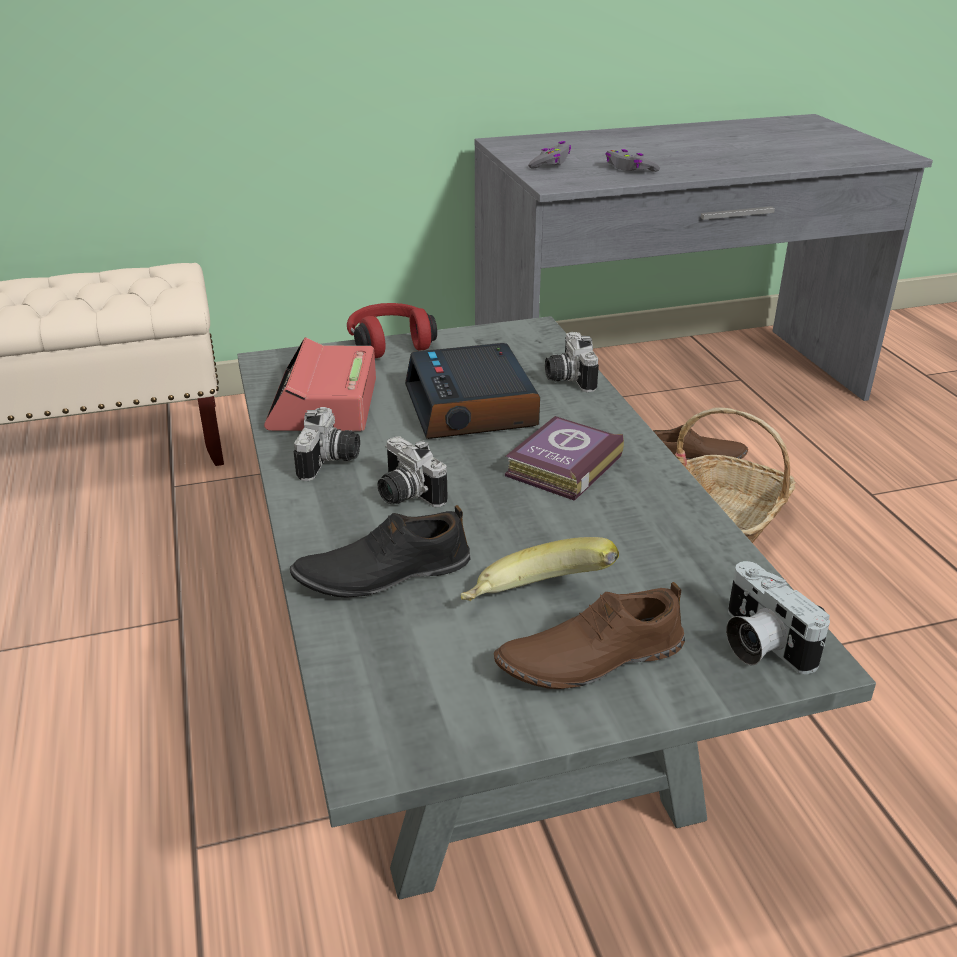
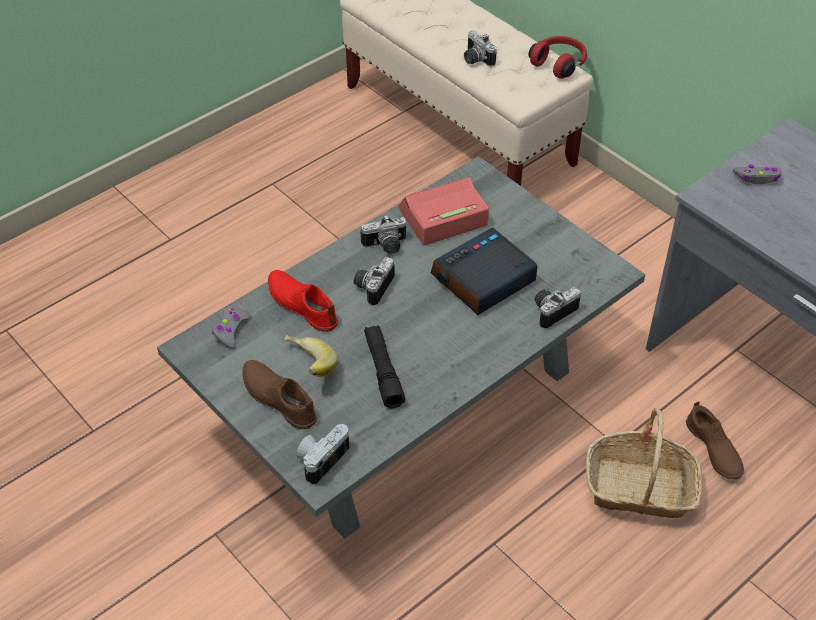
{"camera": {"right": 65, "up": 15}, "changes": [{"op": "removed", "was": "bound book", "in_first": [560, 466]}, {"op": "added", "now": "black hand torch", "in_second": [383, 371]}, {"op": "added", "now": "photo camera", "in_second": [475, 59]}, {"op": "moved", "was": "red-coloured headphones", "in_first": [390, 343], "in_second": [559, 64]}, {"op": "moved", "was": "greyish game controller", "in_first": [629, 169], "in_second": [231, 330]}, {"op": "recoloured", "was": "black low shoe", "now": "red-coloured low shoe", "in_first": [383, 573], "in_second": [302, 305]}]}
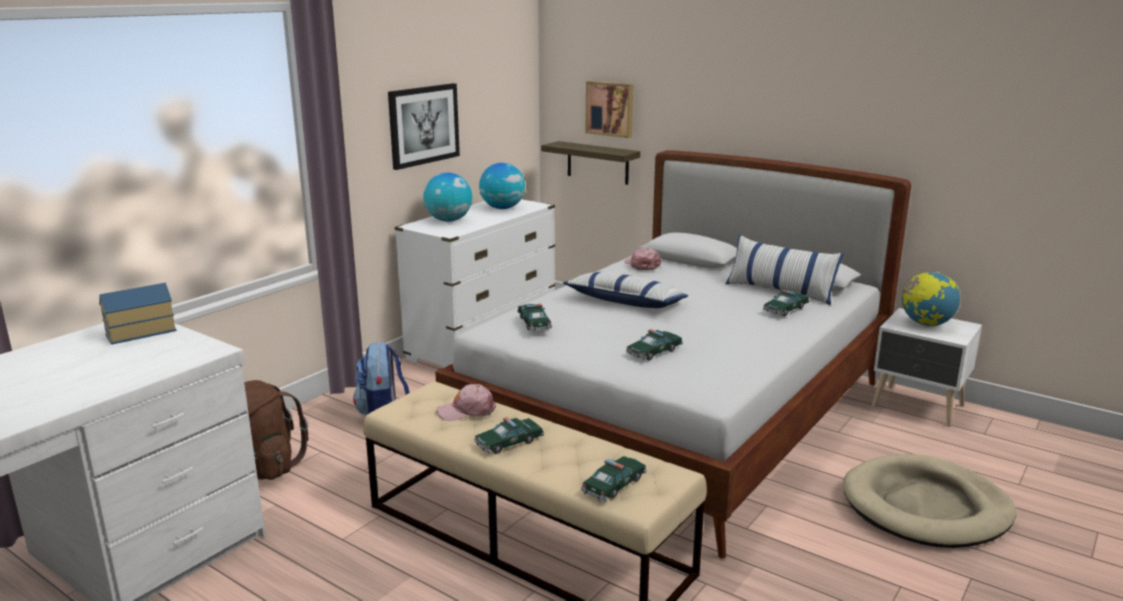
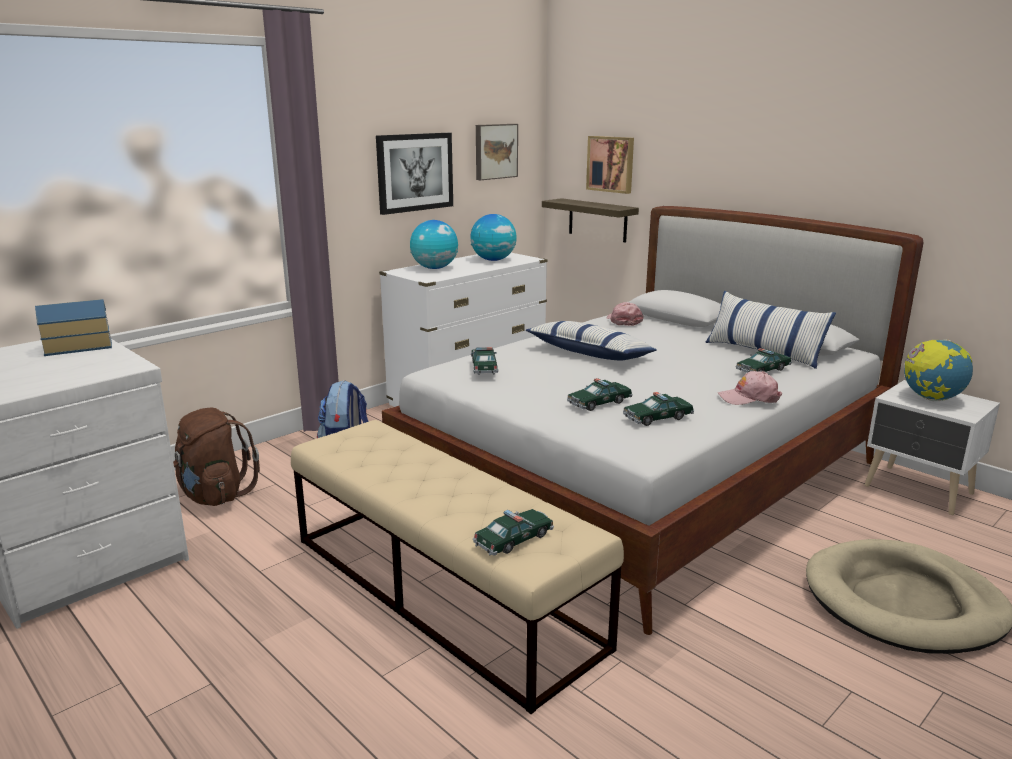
{"camera": {"right": 10, "up": 0}, "changes": [{"op": "added", "now": "picture", "in_second": [495, 151]}, {"op": "moved", "was": "pink-coloured peaked cap", "in_first": [467, 411], "in_second": [749, 398]}, {"op": "moved", "was": "miniature car", "in_first": [509, 443], "in_second": [657, 418]}]}
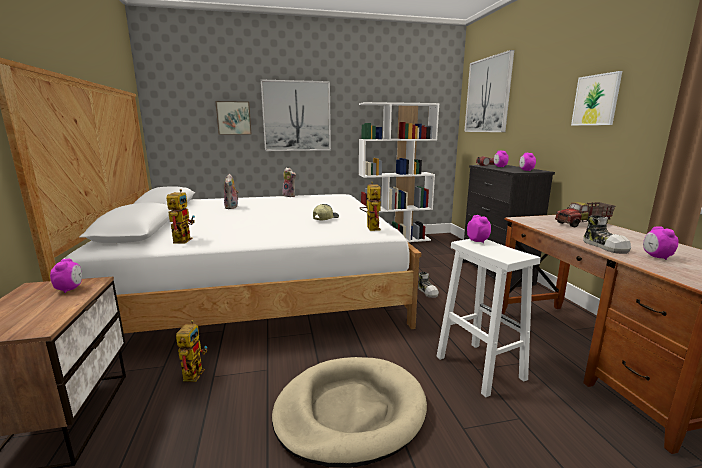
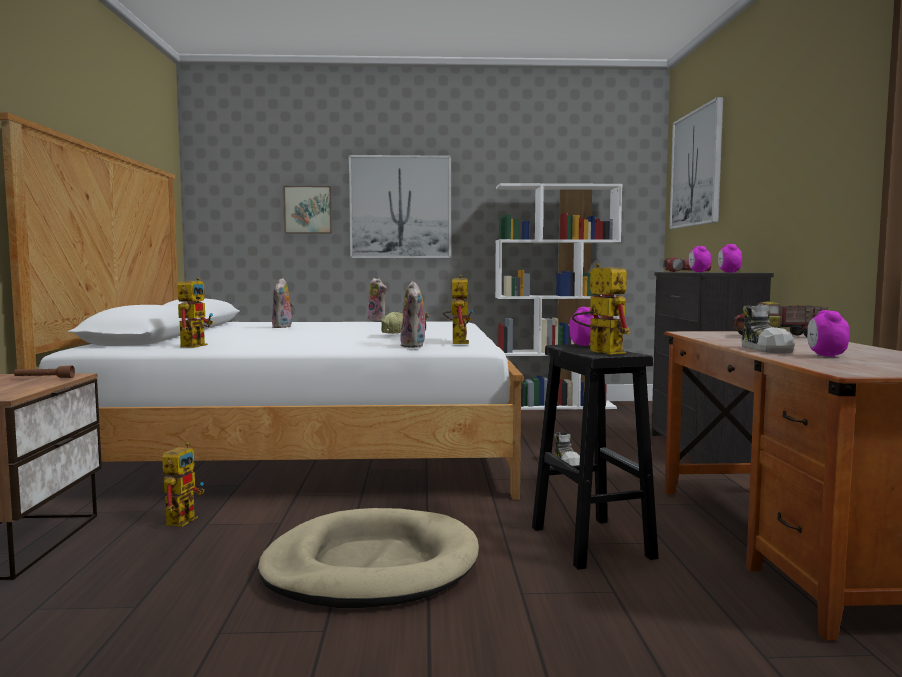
{"camera": {"right": 10, "up": -10}, "changes": [{"op": "removed", "was": "picture", "in_first": [596, 100]}, {"op": "added", "now": "plush toy", "in_second": [415, 346]}, {"op": "added", "now": "toy robot", "in_second": [599, 351]}, {"op": "replaced", "was": "bedside clock", "now": "brown hand torch", "in_first": [70, 289], "in_second": [44, 378]}, {"op": "recoloured", "was": "white-coloured sitting stool", "now": "black sitting stool", "in_first": [478, 367], "in_second": [590, 541]}]}
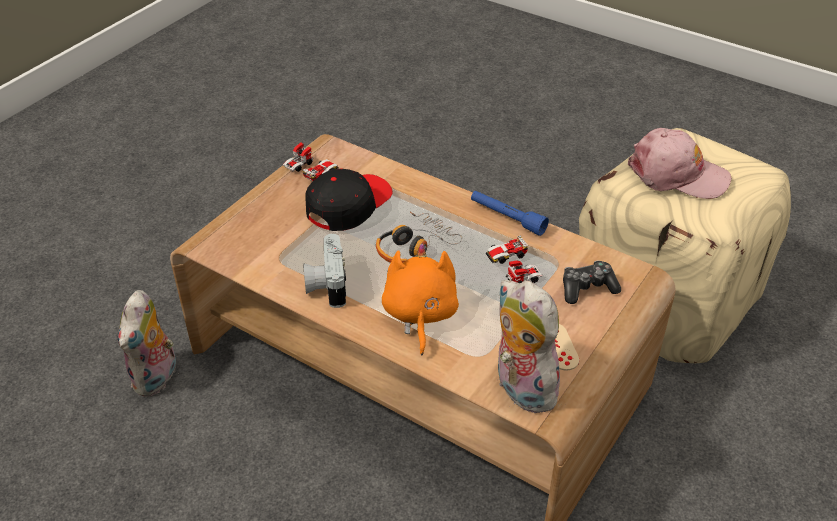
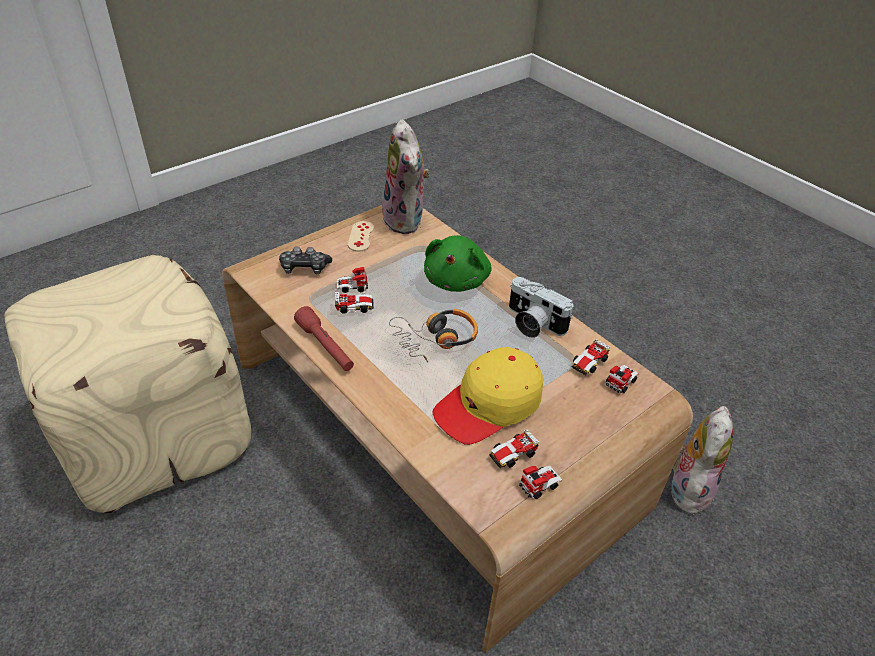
{"camera": {"right": -165, "up": 0}, "changes": [{"op": "removed", "was": "pink-coloured peaked cap", "in_first": [677, 174]}, {"op": "added", "now": "miniature car", "in_second": [603, 373]}, {"op": "recoloured", "was": "black peaked cap", "now": "yellowish peaked cap", "in_first": [348, 205], "in_second": [489, 405]}, {"op": "recoloured", "was": "orange plush toy", "now": "greenish plush toy", "in_first": [419, 315], "in_second": [457, 280]}, {"op": "recoloured", "was": "bluish hand torch", "now": "red-coloured hand torch", "in_first": [507, 218], "in_second": [325, 347]}, {"op": "turned", "was": "photo camera", "in_first": [326, 284], "in_second": [532, 323], "clockwise": 120}]}
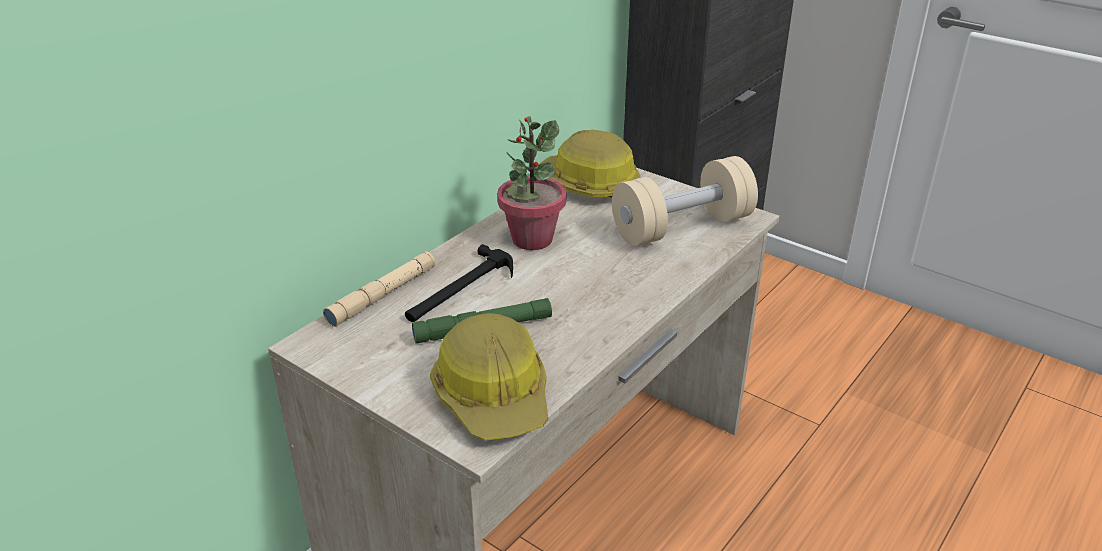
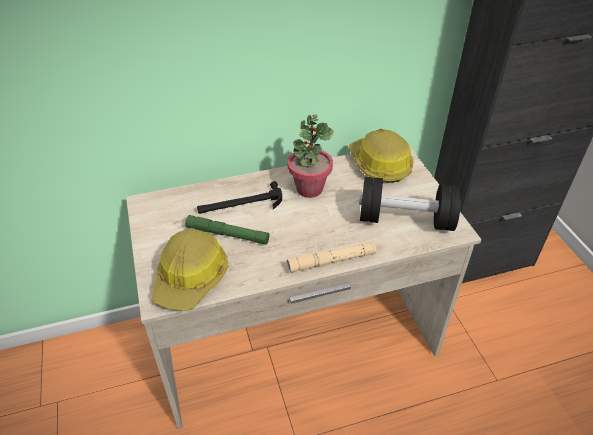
{"camera": {"right": 35, "up": 10}, "changes": [{"op": "moved", "was": "beige hand torch", "in_first": [382, 295], "in_second": [331, 261]}, {"op": "recoloured", "was": "beige hand weight", "now": "black hand weight", "in_first": [682, 227], "in_second": [405, 219]}]}
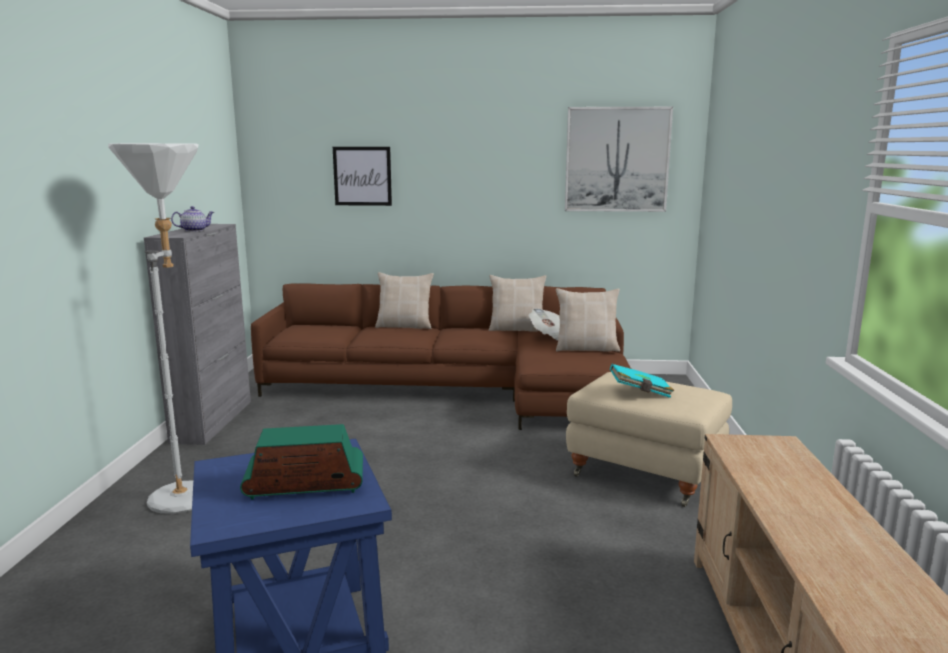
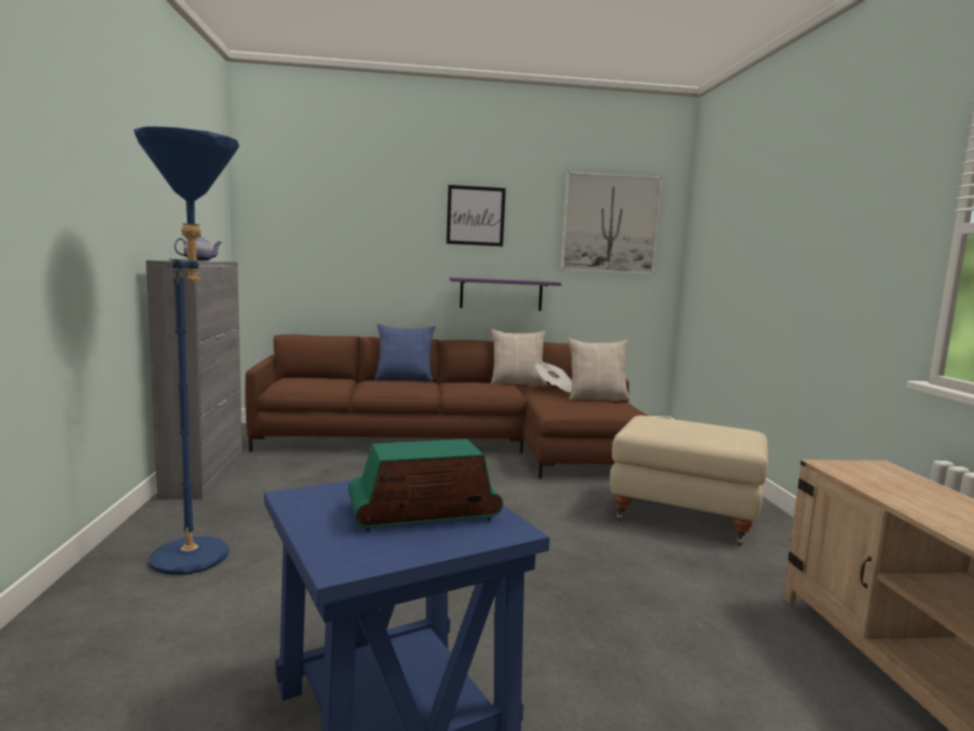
{"camera": {"right": -10, "up": -5}, "changes": [{"op": "removed", "was": "turquoise-coloured bound book", "in_first": [640, 392]}, {"op": "added", "now": "purple-coloured bracket shelf", "in_second": [501, 294]}, {"op": "moved", "was": "picture", "in_first": [362, 176], "in_second": [475, 216]}, {"op": "recoloured", "was": "white-coloured standard lamp", "now": "bluish standard lamp", "in_first": [189, 492], "in_second": [199, 550]}, {"op": "recoloured", "was": "beige throw pillow", "now": "bluish throw pillow", "in_first": [405, 326], "in_second": [404, 379]}]}
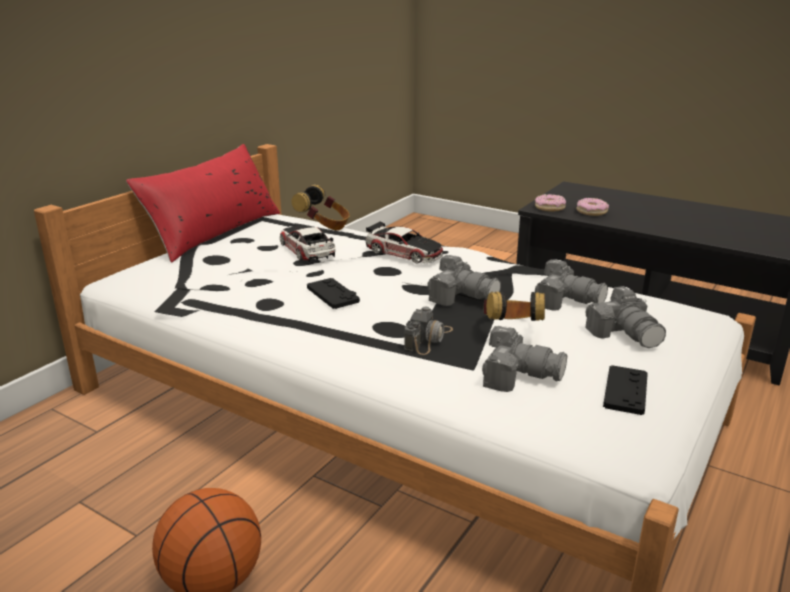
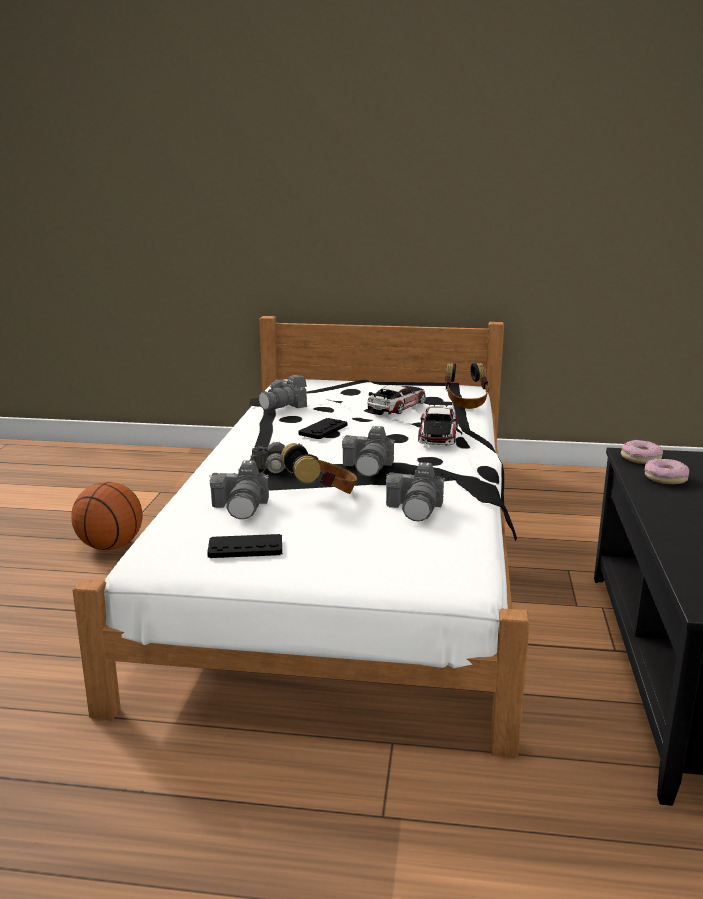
{"camera": {"right": 65, "up": -5}, "changes": [{"op": "removed", "was": "red-coloured throw pillow", "in_first": [214, 232]}, {"op": "moved", "was": "photo camera", "in_first": [625, 334], "in_second": [284, 406]}]}
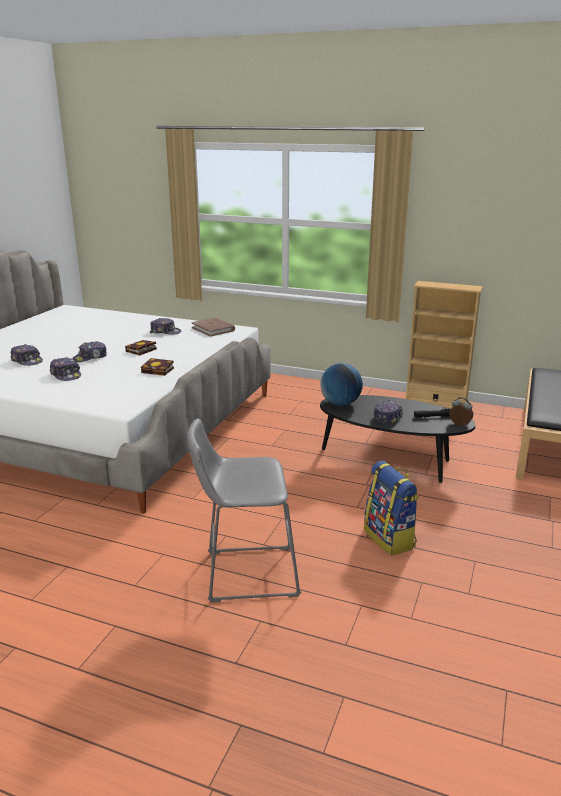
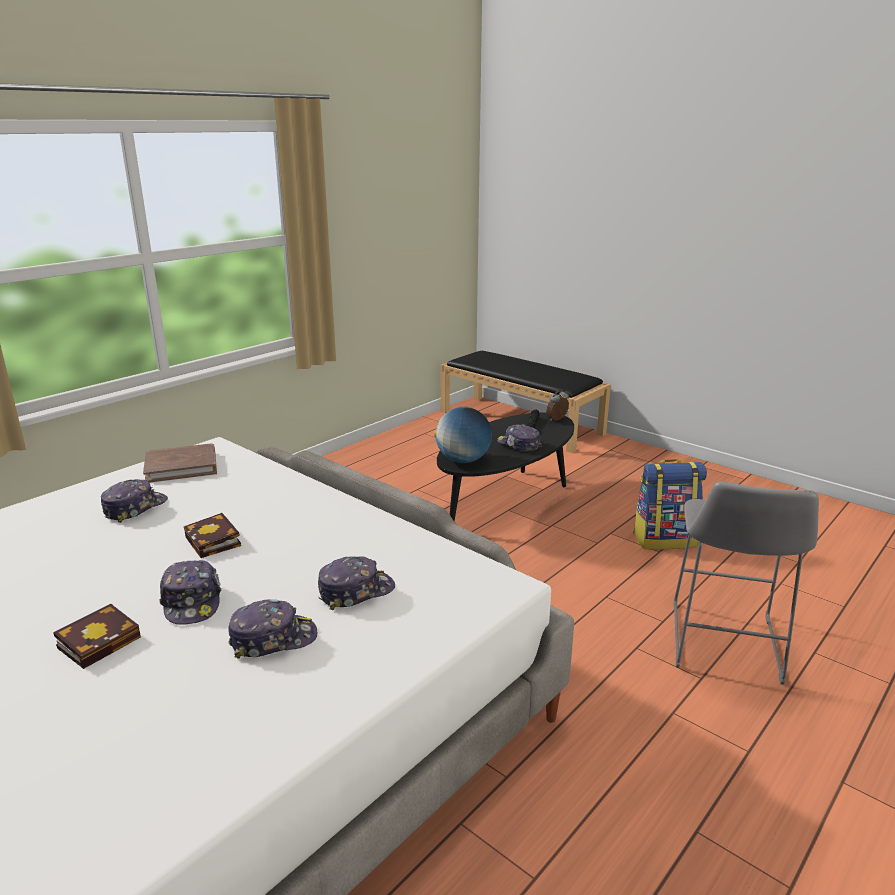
{"camera": {"right": -70, "up": 0}, "changes": [{"op": "removed", "was": "beige bookshelf", "in_first": [436, 402]}, {"op": "moved", "was": "peaked cap", "in_first": [27, 361], "in_second": [356, 591]}, {"op": "moved", "was": "bound book", "in_first": [159, 370], "in_second": [101, 640]}]}
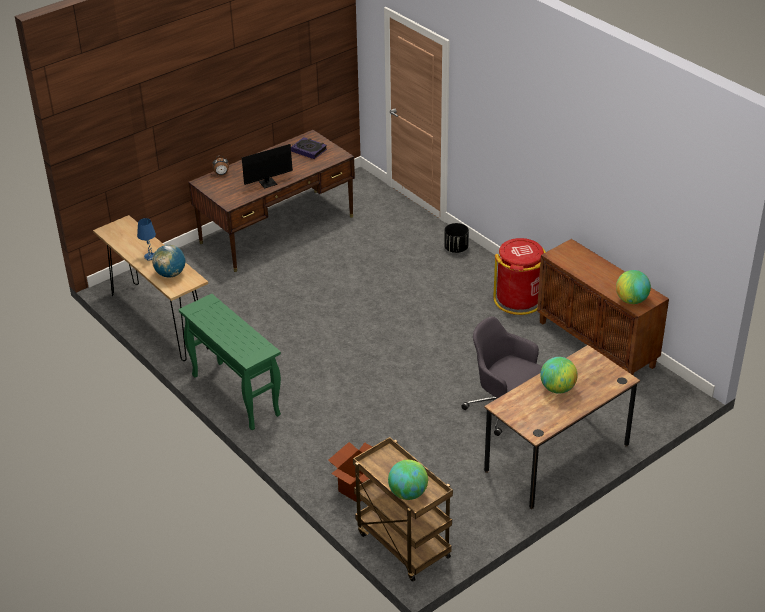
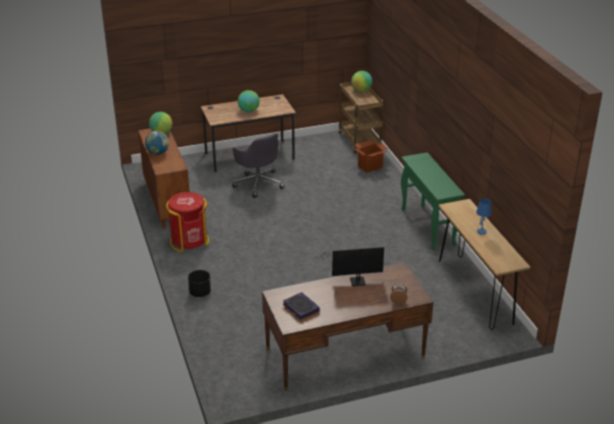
{"camera": {"right": -160, "up": -5}, "changes": [{"op": "moved", "was": "globe", "in_first": [170, 274], "in_second": [158, 153]}]}
